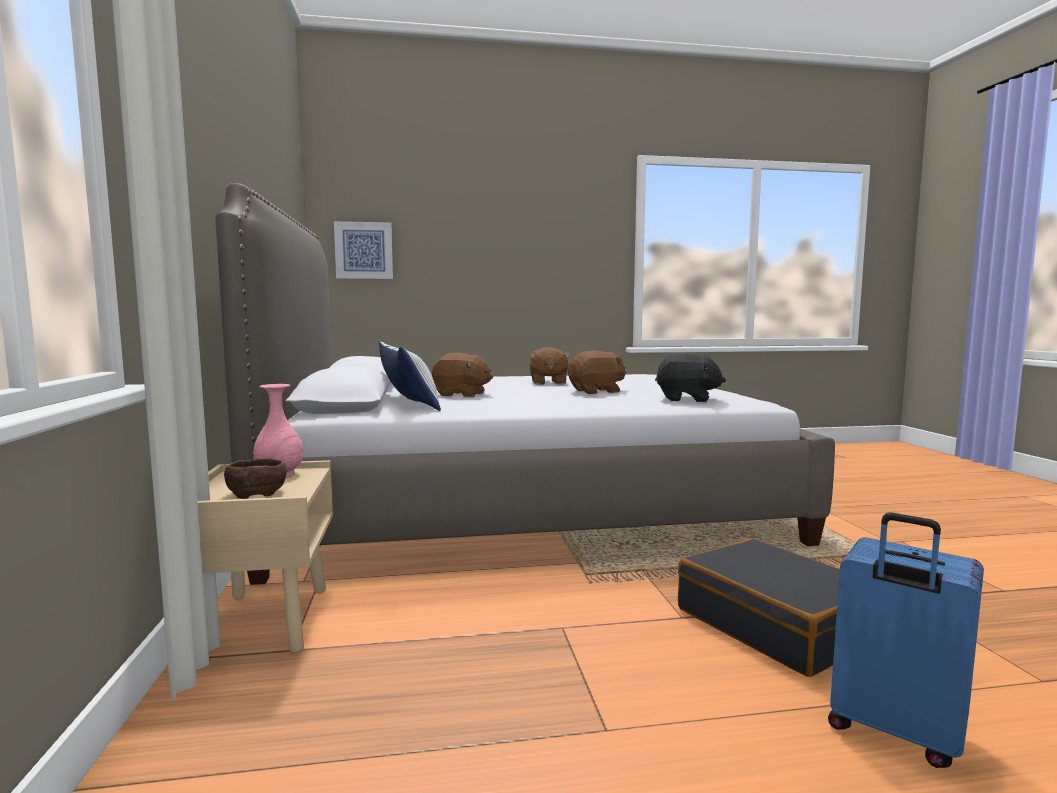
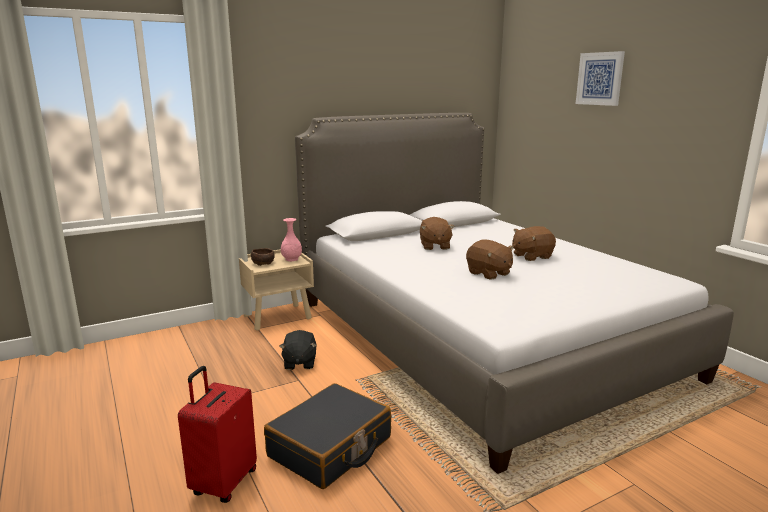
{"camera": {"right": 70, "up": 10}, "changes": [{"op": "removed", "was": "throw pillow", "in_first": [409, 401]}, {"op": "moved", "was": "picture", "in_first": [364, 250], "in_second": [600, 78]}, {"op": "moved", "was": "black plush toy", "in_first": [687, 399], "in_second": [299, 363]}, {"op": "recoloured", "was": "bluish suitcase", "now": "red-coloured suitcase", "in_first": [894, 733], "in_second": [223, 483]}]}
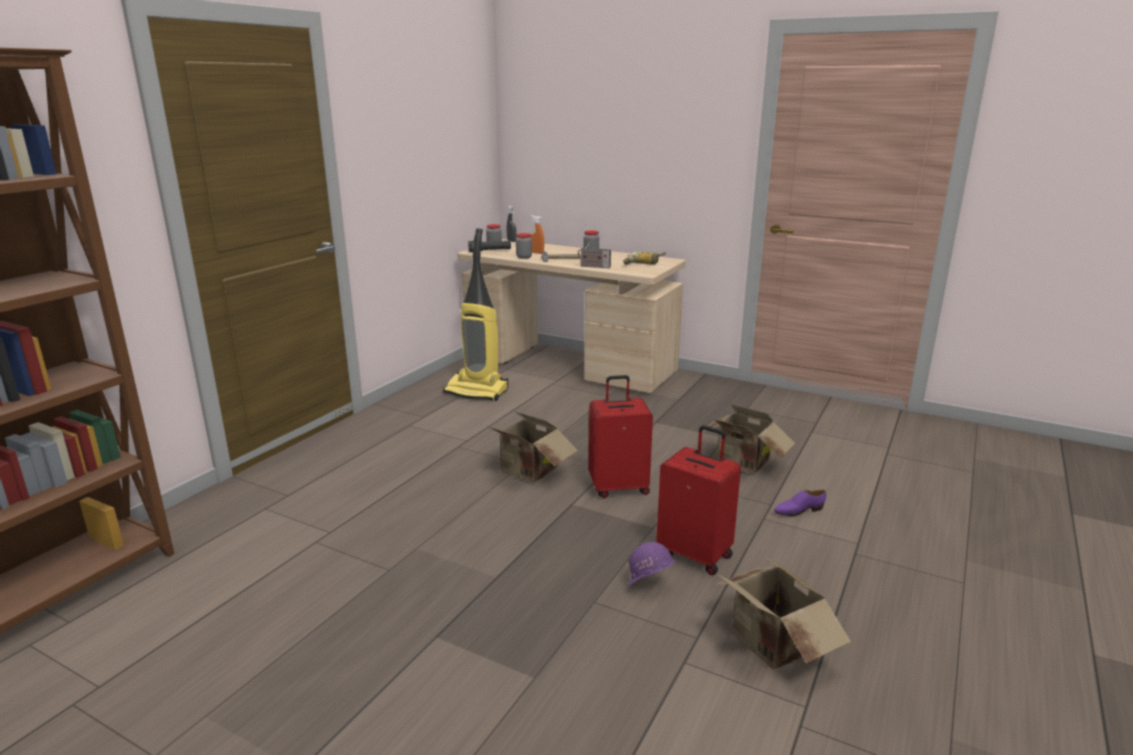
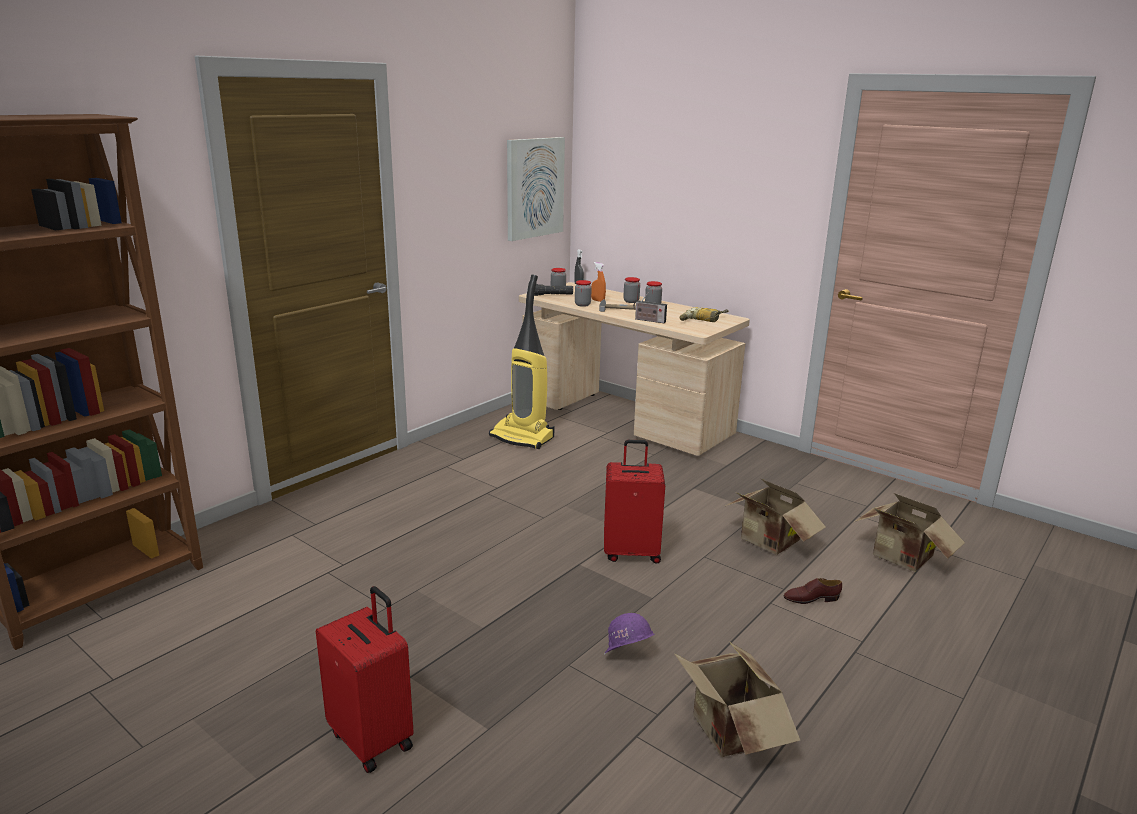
{"camera": {"right": 10, "up": 0}, "changes": [{"op": "added", "now": "picture", "in_second": [534, 188]}, {"op": "added", "now": "preserve jar", "in_second": [631, 301]}, {"op": "moved", "was": "carton", "in_first": [528, 473], "in_second": [902, 559]}, {"op": "moved", "was": "red-coloured suitcase", "in_first": [696, 554], "in_second": [373, 739]}, {"op": "recoloured", "was": "purple-coloured low shoe", "now": "brown low shoe", "in_first": [798, 510], "in_second": [811, 598]}]}
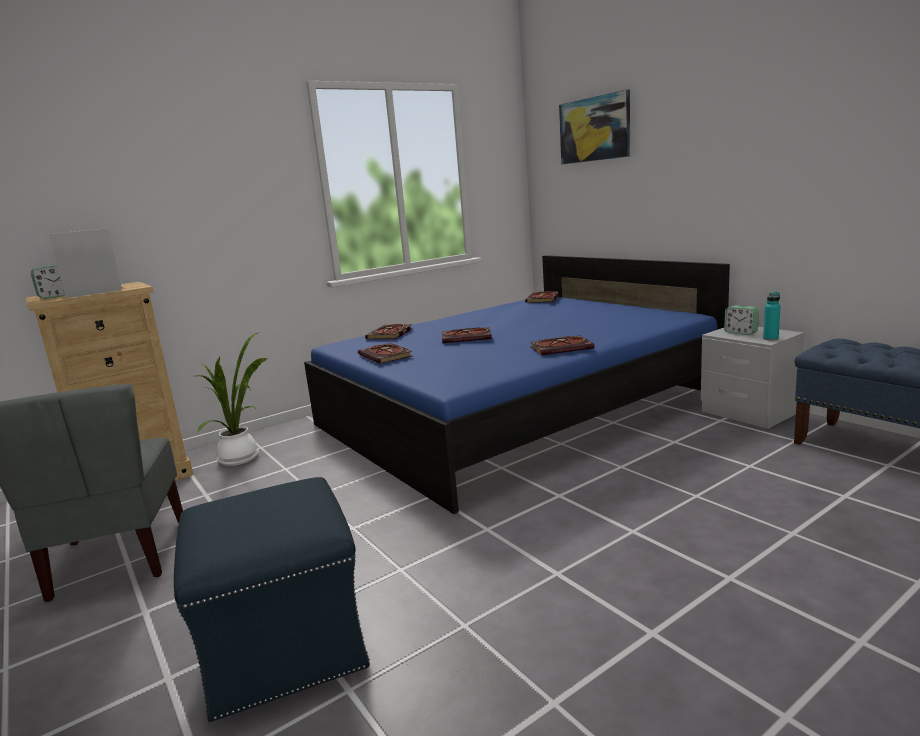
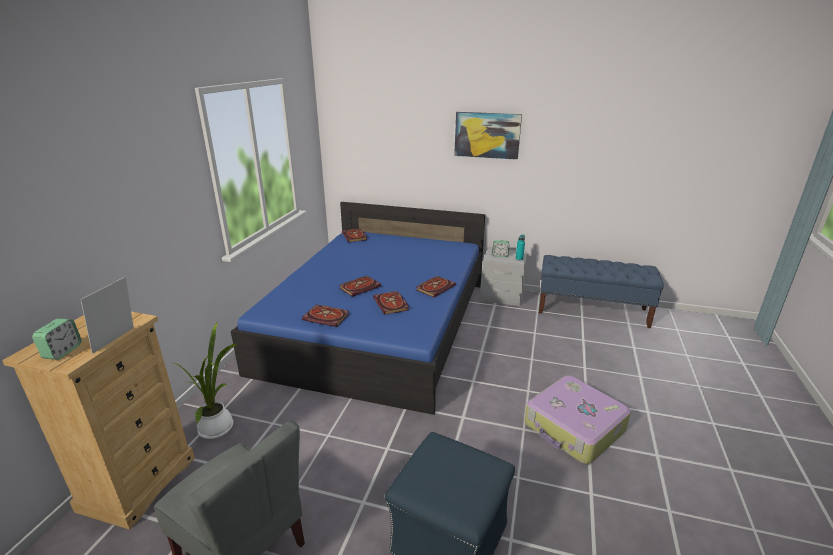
{"camera": {"right": -40, "up": 10}, "changes": [{"op": "added", "now": "suitcase", "in_second": [574, 428]}, {"op": "moved", "was": "bound book", "in_first": [390, 334], "in_second": [392, 304]}, {"op": "moved", "was": "picture", "in_first": [594, 129], "in_second": [487, 135]}]}
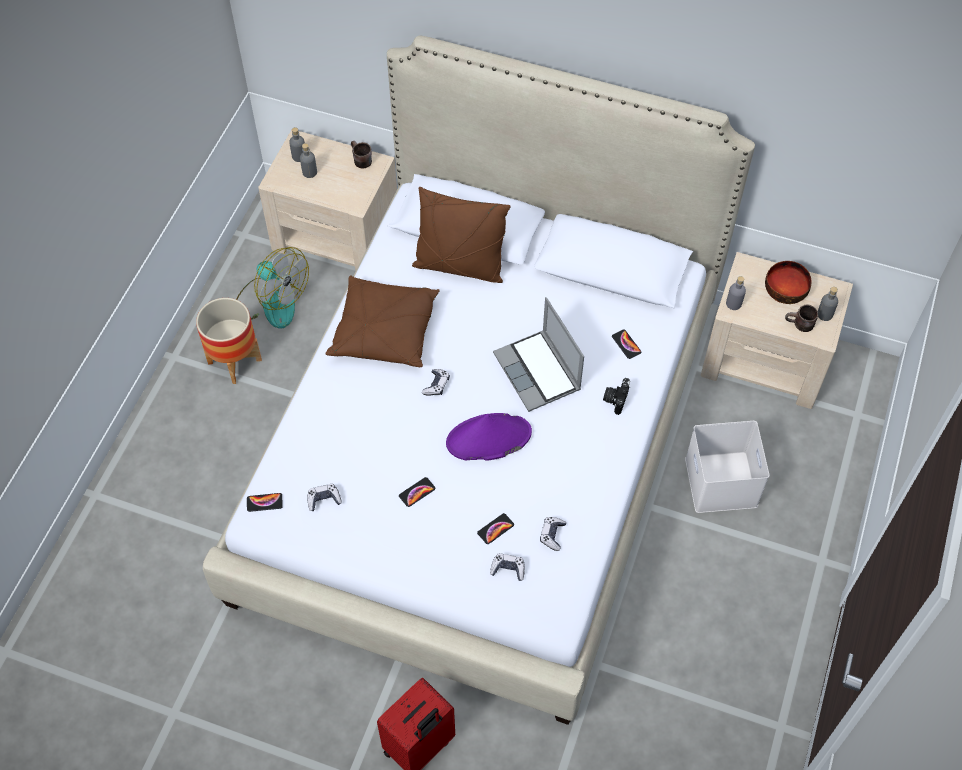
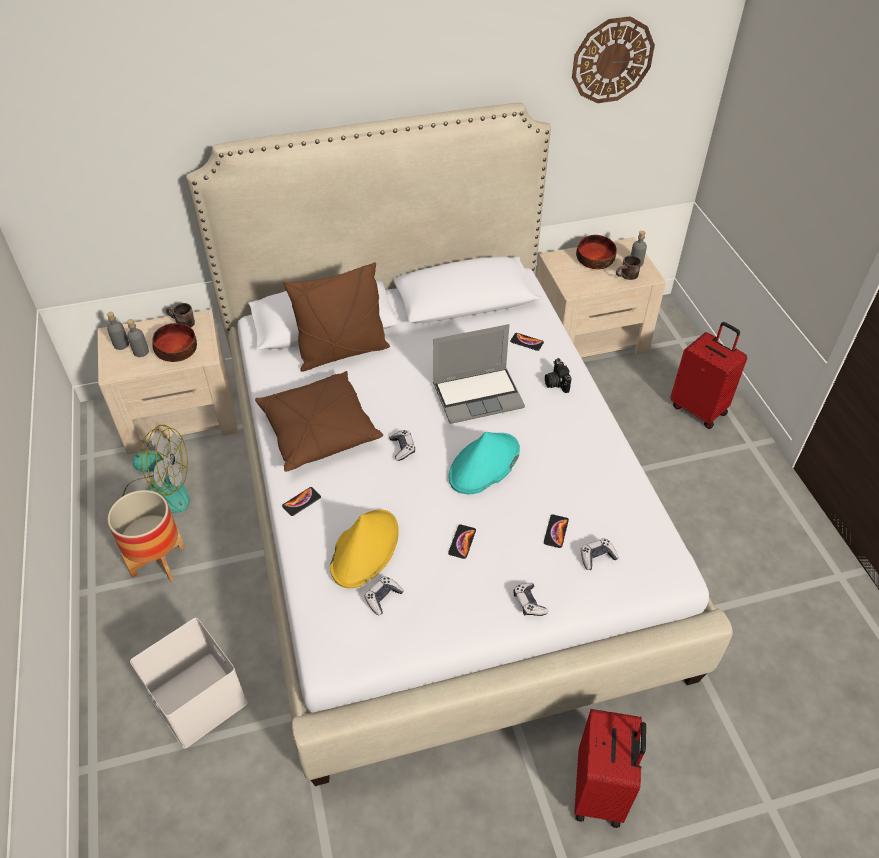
{"camera": {"right": -35, "up": -10}, "changes": [{"op": "removed", "was": "greyish beverage bottle", "in_first": [733, 304]}, {"op": "added", "now": "deep dish", "in_second": [176, 350]}, {"op": "added", "now": "yellowish wearable hat", "in_second": [365, 548]}, {"op": "added", "now": "wall clock", "in_second": [612, 60]}, {"op": "added", "now": "red-coloured suitcase", "in_second": [699, 409]}, {"op": "moved", "was": "phone", "in_first": [264, 502], "in_second": [301, 502]}, {"op": "moved", "was": "game controller", "in_first": [552, 535], "in_second": [529, 603]}, {"op": "moved", "was": "white-coloured storage box", "in_first": [719, 481], "in_second": [195, 698]}, {"op": "recoloured", "was": "purple-coloured wearable hat", "now": "turquoise-coloured wearable hat", "in_first": [488, 438], "in_second": [484, 464]}, {"op": "turned", "was": "laptop", "in_first": [538, 372], "in_second": [478, 395], "clockwise": -45}]}
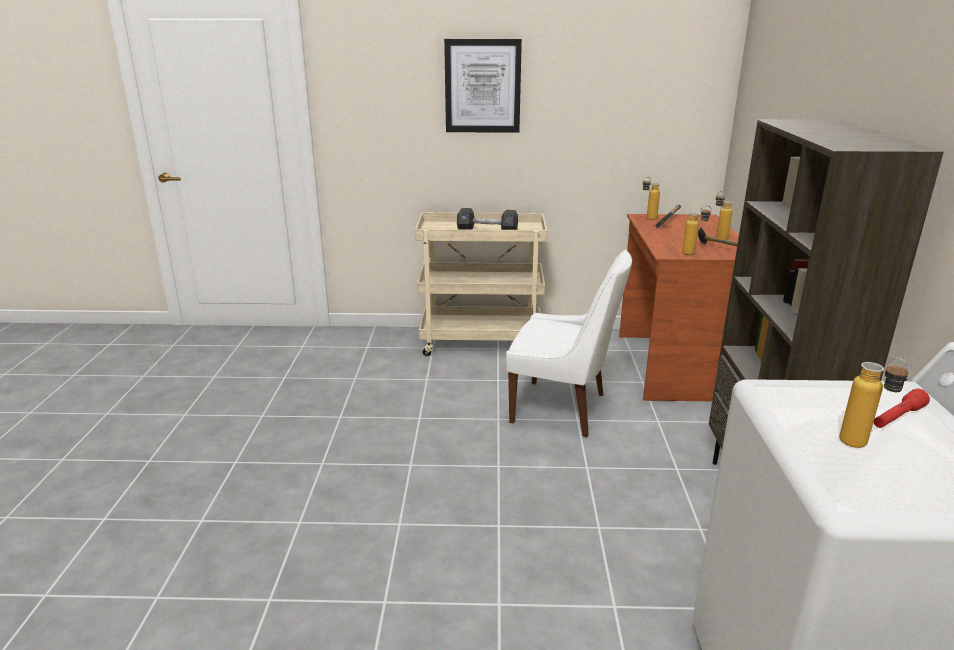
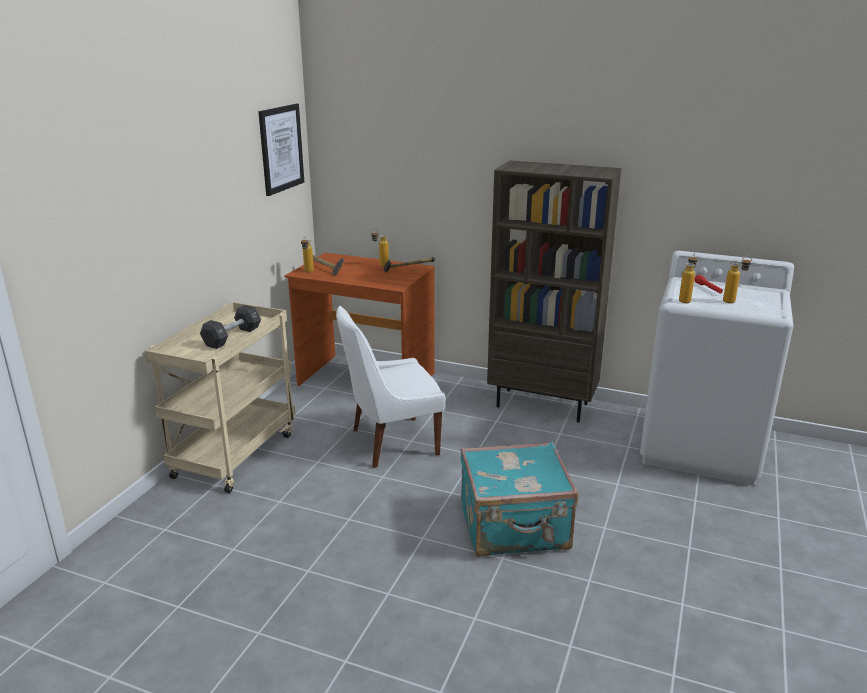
{"camera": {"right": -70, "up": 0}, "changes": [{"op": "added", "now": "turquoise-coloured suitcase", "in_second": [515, 528]}, {"op": "moved", "was": "picture", "in_first": [482, 86], "in_second": [281, 148]}, {"op": "moved", "was": "beverage bottle", "in_first": [693, 253], "in_second": [685, 300]}, {"op": "turned", "was": "white-coloured plain chair", "in_first": [562, 409], "in_second": [391, 443], "clockwise": -150}]}
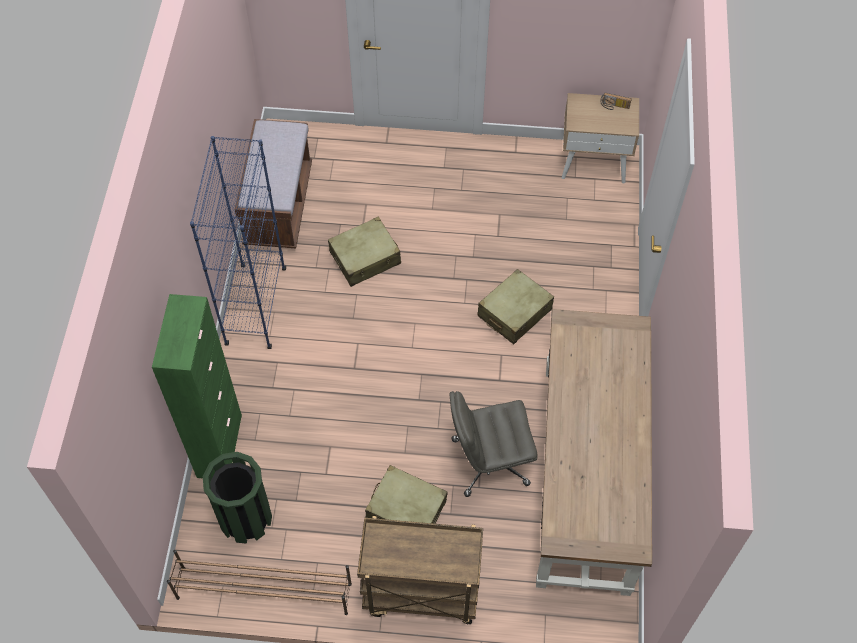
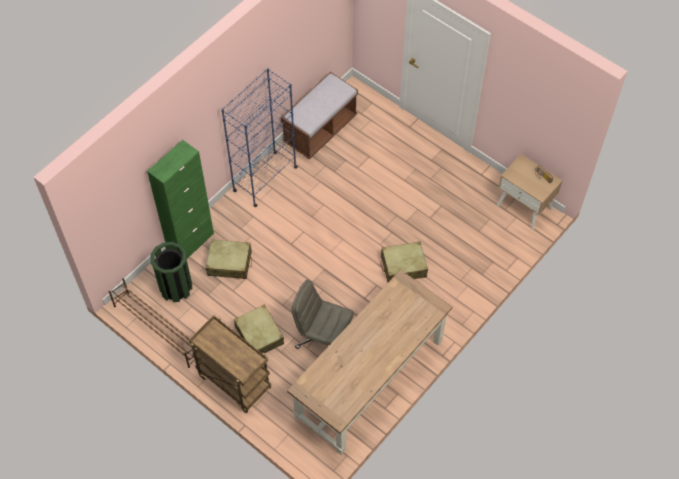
{"camera": {"right": 35, "up": 0}, "changes": [{"op": "moved", "was": "beige suitcase", "in_first": [365, 258], "in_second": [229, 263]}]}
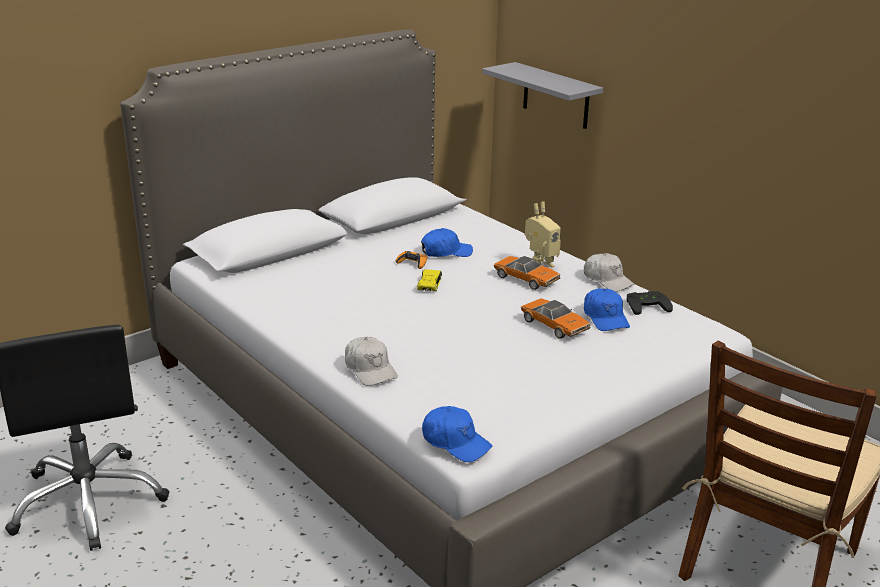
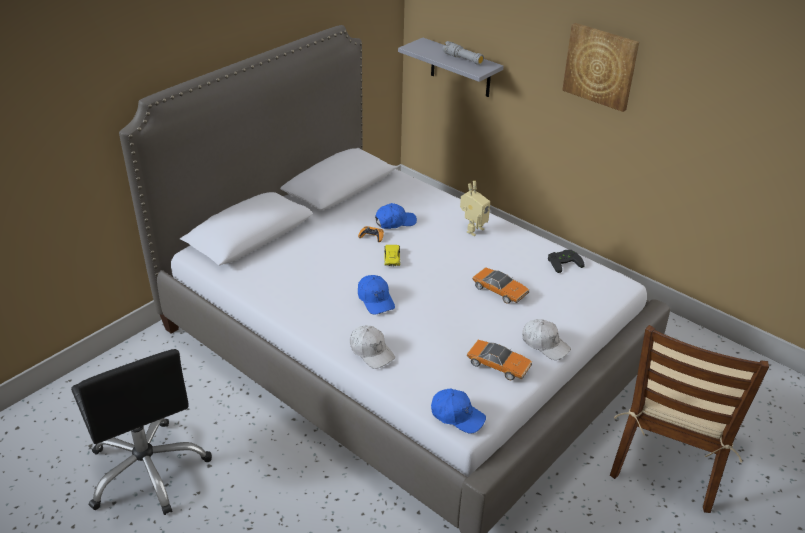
{"camera": {"right": -10, "up": 10}, "changes": [{"op": "added", "now": "greyish hand torch", "in_second": [463, 59]}, {"op": "added", "now": "picture", "in_second": [600, 66]}, {"op": "moved", "was": "miniature car", "in_first": [526, 279], "in_second": [498, 365]}, {"op": "moved", "was": "white-coloured peaked cap", "in_first": [607, 280], "in_second": [545, 344]}, {"op": "moved", "was": "bluish peaked cap", "in_first": [605, 318], "in_second": [375, 299]}]}
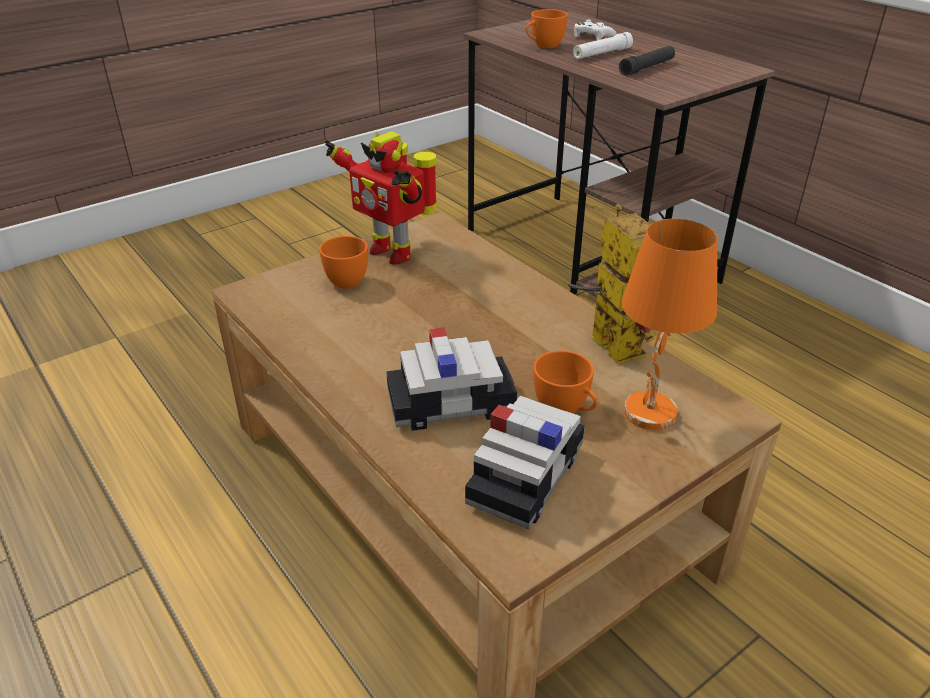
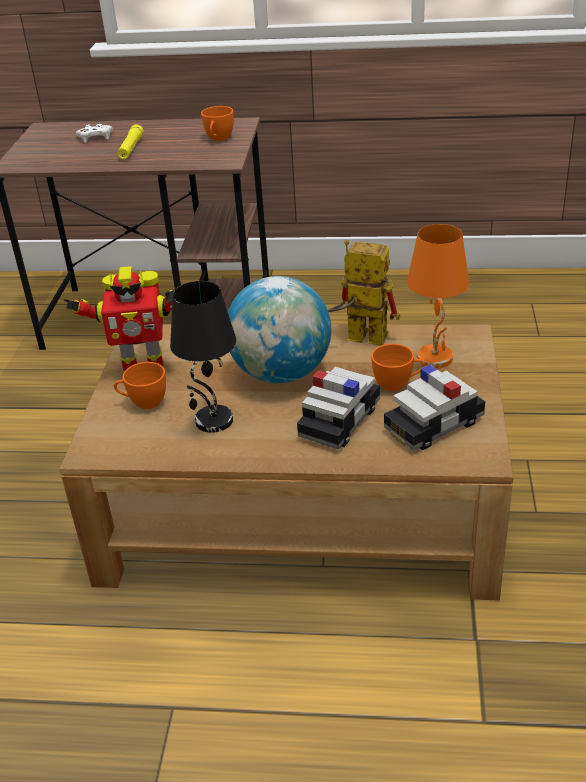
{"camera": {"right": -45, "up": 0}, "changes": [{"op": "removed", "was": "black hand torch", "in_first": [647, 68]}, {"op": "added", "now": "black lamp for a table", "in_second": [213, 421]}, {"op": "added", "now": "globe", "in_second": [281, 373]}, {"op": "moved", "was": "orange small cup", "in_first": [543, 46], "in_second": [218, 139]}, {"op": "recoloured", "was": "white-coloured hand torch", "now": "yellowish hand torch", "in_first": [602, 54], "in_second": [131, 148]}, {"op": "turned", "was": "miniature car", "in_first": [526, 477], "in_second": [433, 425], "clockwise": -105}]}
